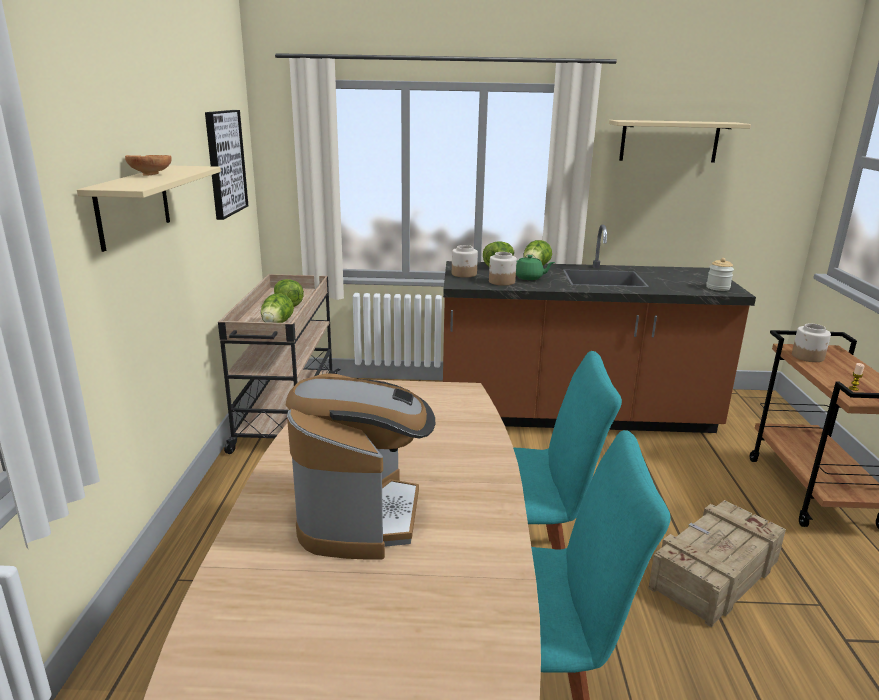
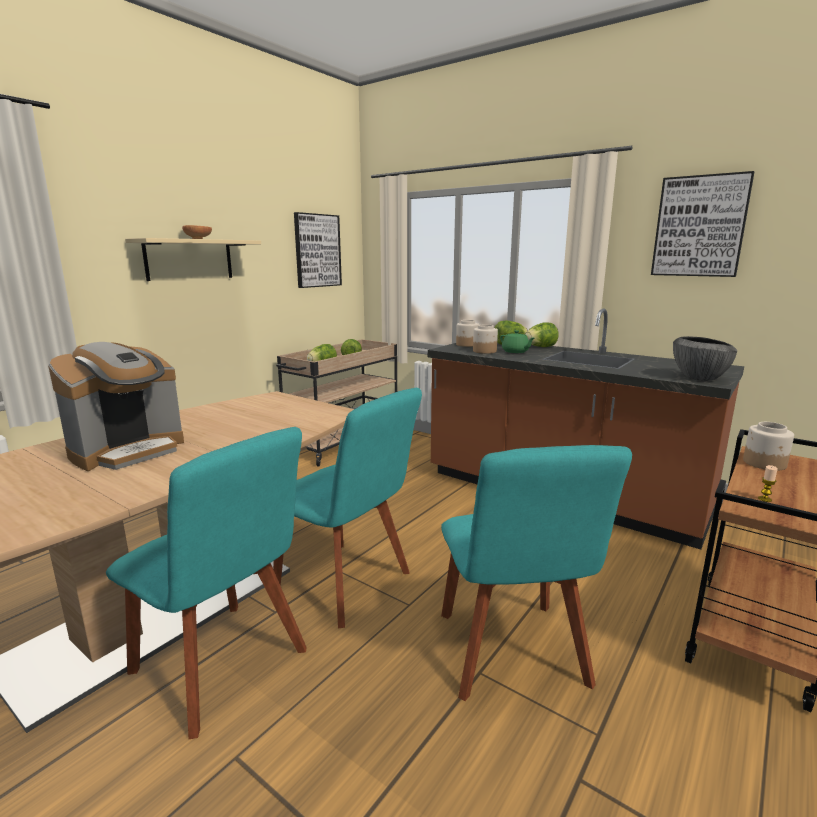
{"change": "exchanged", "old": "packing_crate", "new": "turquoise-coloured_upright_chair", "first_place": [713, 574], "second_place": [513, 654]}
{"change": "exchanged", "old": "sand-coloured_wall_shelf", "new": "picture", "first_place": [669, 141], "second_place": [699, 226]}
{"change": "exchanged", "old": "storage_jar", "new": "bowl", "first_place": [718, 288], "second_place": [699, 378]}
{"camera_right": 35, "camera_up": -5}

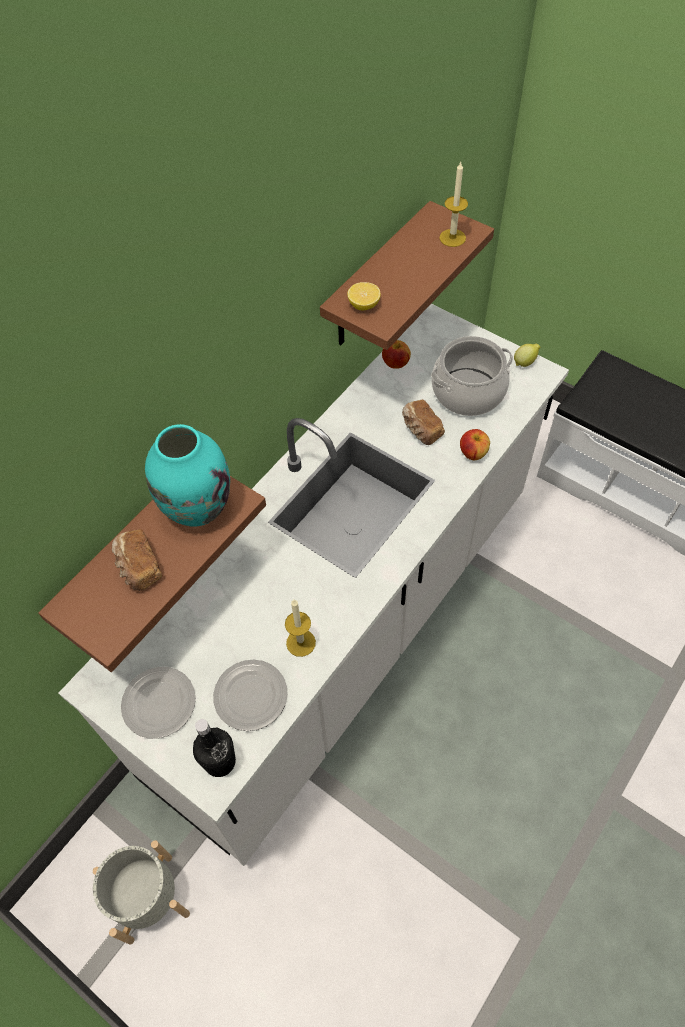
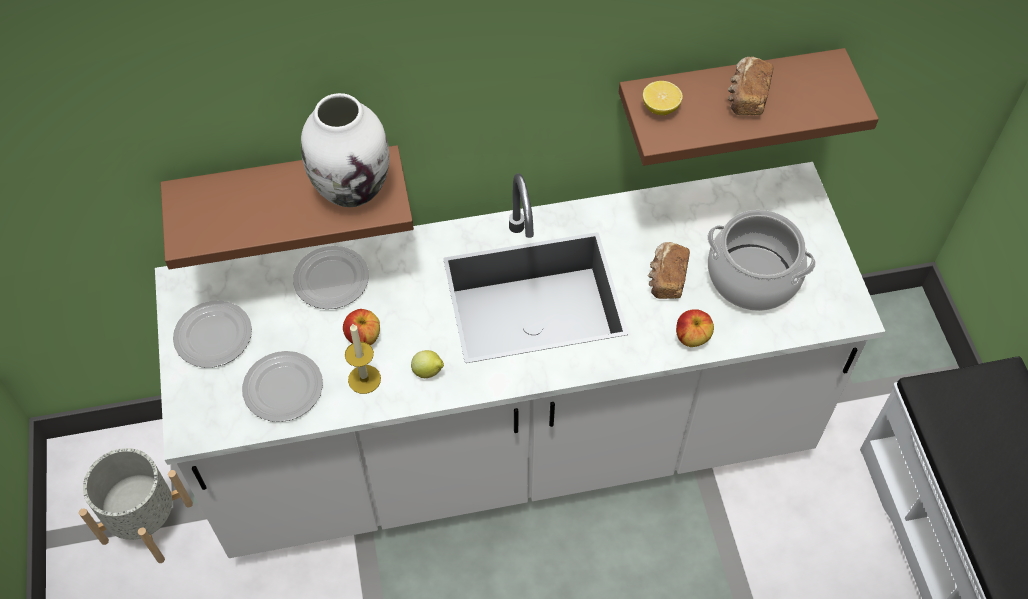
{"change": "appeared", "new": "dinner_plate", "second_place": [331, 279]}
{"change": "colour", "old": "turquoise-coloured_decorative_vase", "new": "white-coloured_decorative_vase", "first_place": [197, 507], "second_place": [352, 188]}
{"change": "relocated", "old": "whole_apple", "first_place": [395, 363], "second_place": [363, 337]}
{"change": "relocated", "old": "whole_lemon", "first_place": [525, 362], "second_place": [429, 372]}
{"change": "relocated", "old": "bread", "first_place": [138, 567], "second_place": [746, 97]}
{"change": "missing", "old": "black_drink_bottle", "first_place": [220, 761]}
{"change": "missing", "old": "wax_candle", "first_place": [452, 238]}
{"camera_right": 40, "camera_up": 0}

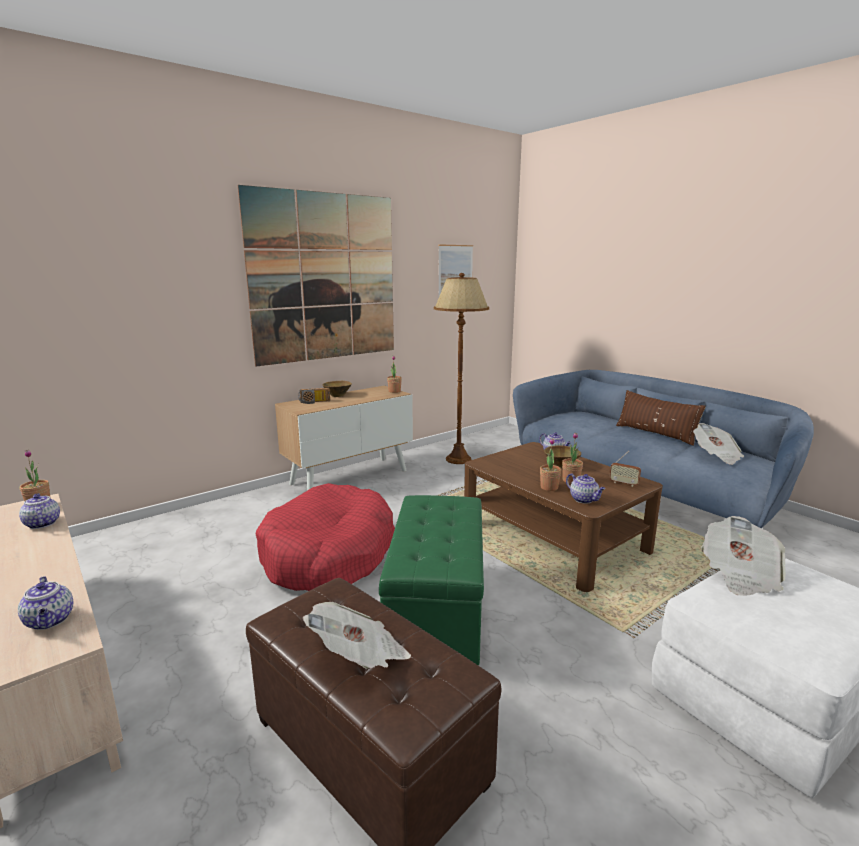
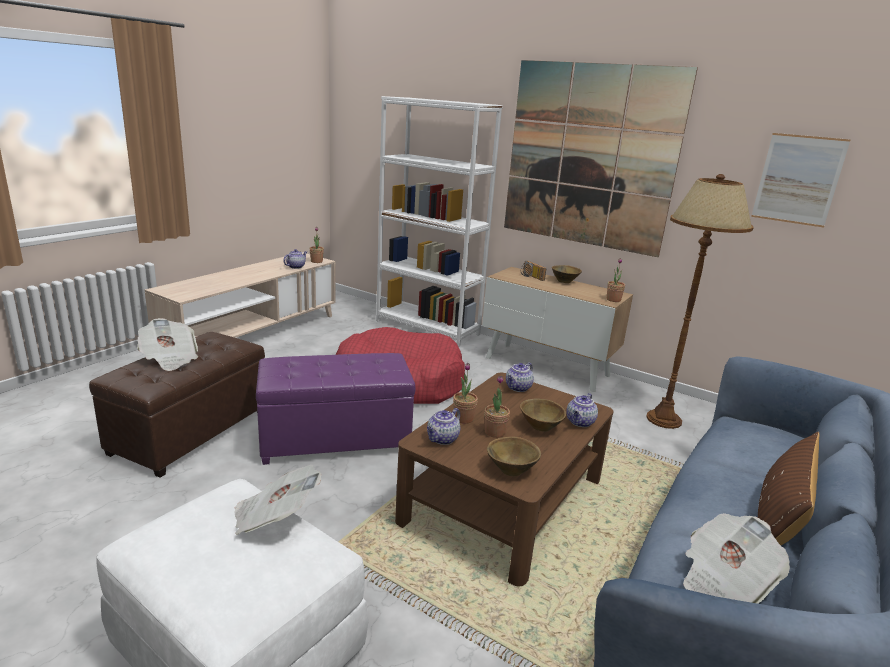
{"change": "colour", "old": "green_pouffe", "new": "purple-coloured_pouffe", "first_place": [437, 612], "second_place": [335, 440]}
{"change": "appeared", "new": "white-coloured_shelving_unit", "second_place": [427, 327]}
{"change": "exchanged", "old": "radio_receiver", "new": "brownish_bowl", "first_place": [623, 483], "second_place": [512, 469]}
{"change": "relocated", "old": "teapot", "first_place": [50, 621], "second_place": [518, 388]}
{"camera_right": 70, "camera_up": 5}

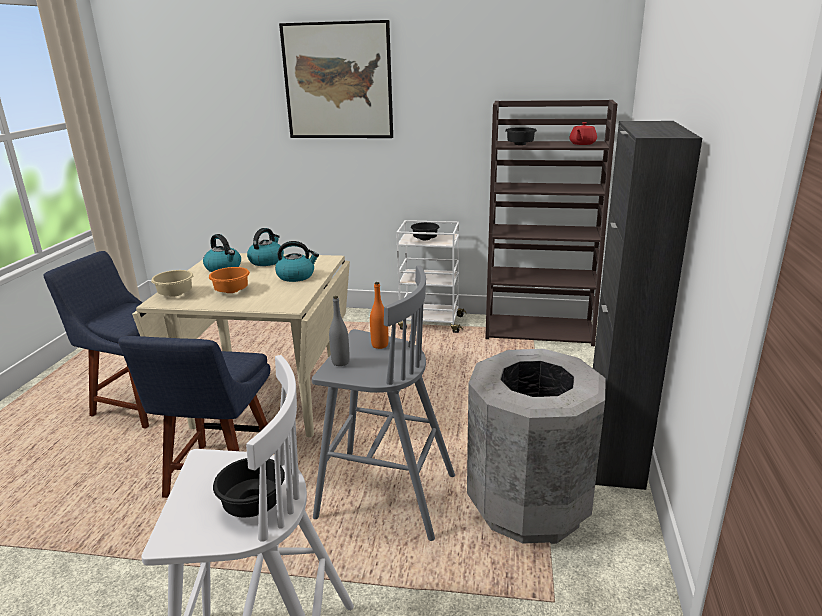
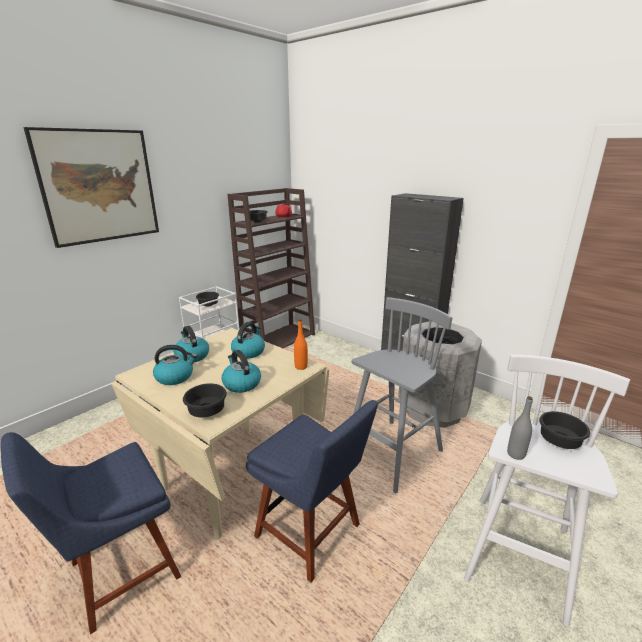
{"change": "colour", "old": "sand-coloured_bowl", "new": "black_bowl", "first_place": [174, 294], "second_place": [206, 412]}
{"change": "exchanged", "old": "orangey_bowl", "new": "kettle", "first_place": [230, 291], "second_place": [241, 384]}
{"change": "relocated", "old": "orangey_drink_bottle", "first_place": [380, 345], "second_place": [301, 367]}
{"change": "relocated", "old": "gray_drink_bottle", "first_place": [340, 362], "second_place": [515, 454]}
{"camera_right": -60, "camera_up": 0}

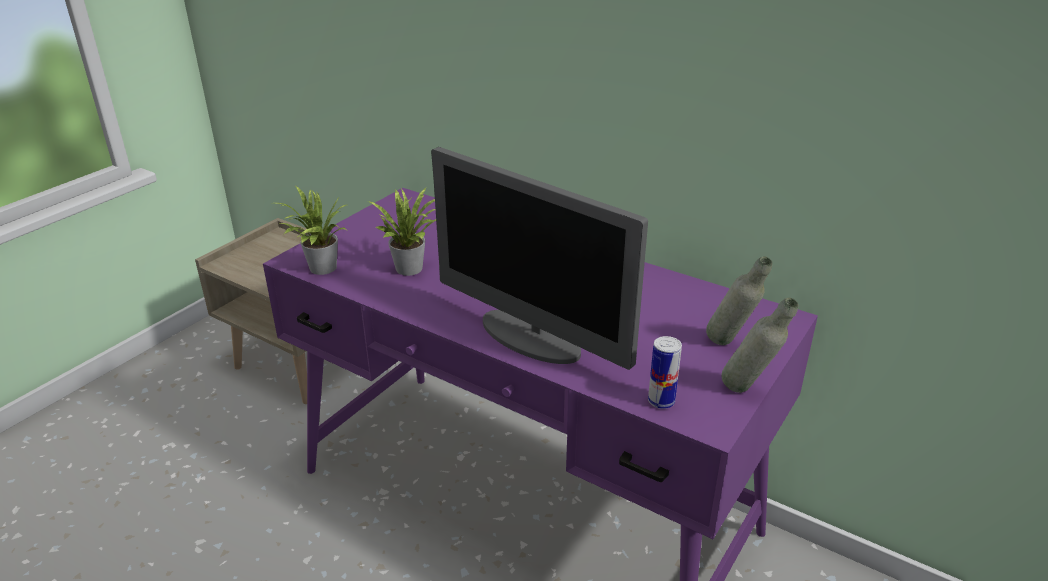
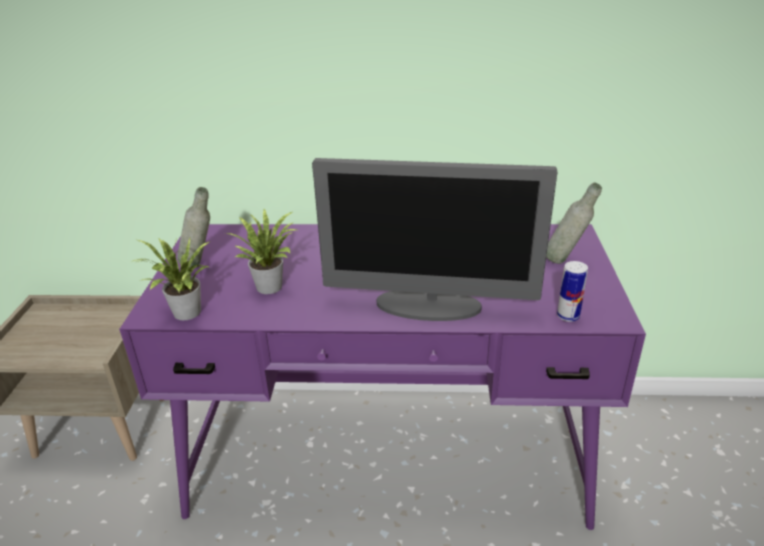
{"change": "relocated", "old": "gray_drink_bottle", "first_place": [749, 392], "second_place": [200, 265]}
{"camera_right": -30, "camera_up": 0}

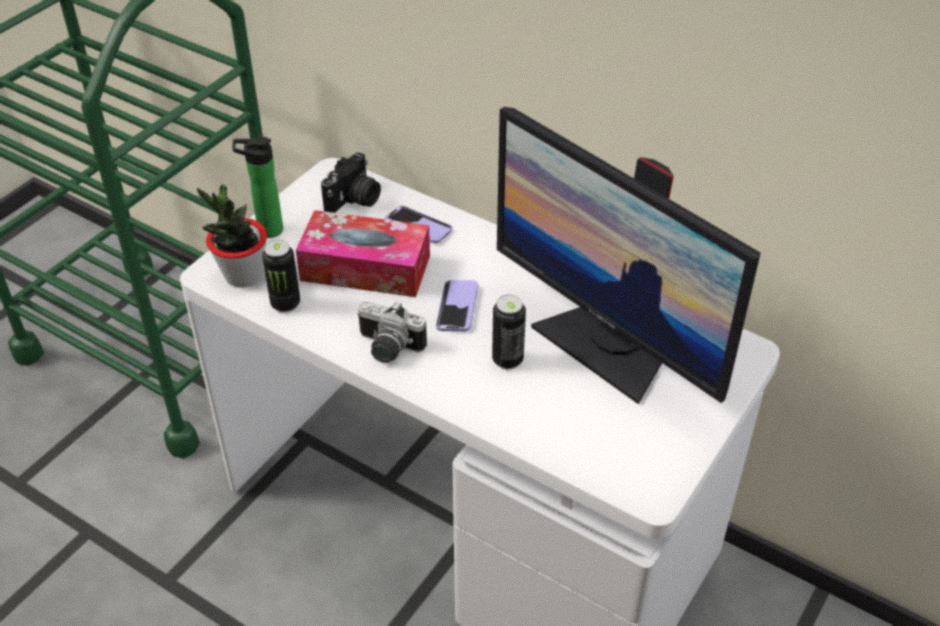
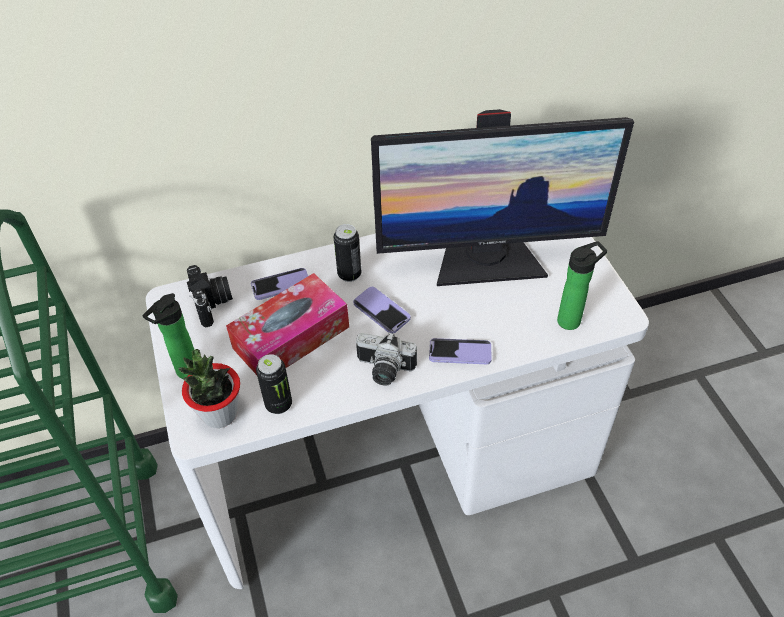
{"change": "relocated", "old": "can", "first_place": [507, 360], "second_place": [349, 274]}
{"change": "spun", "old": "still_camera", "first_place": [387, 349], "second_place": [383, 371], "degrees": 45}
{"change": "appeared", "new": "phone", "second_place": [460, 352]}
{"change": "appeared", "new": "drink_bottle", "second_place": [572, 320]}
{"camera_right": -50, "camera_up": 5}

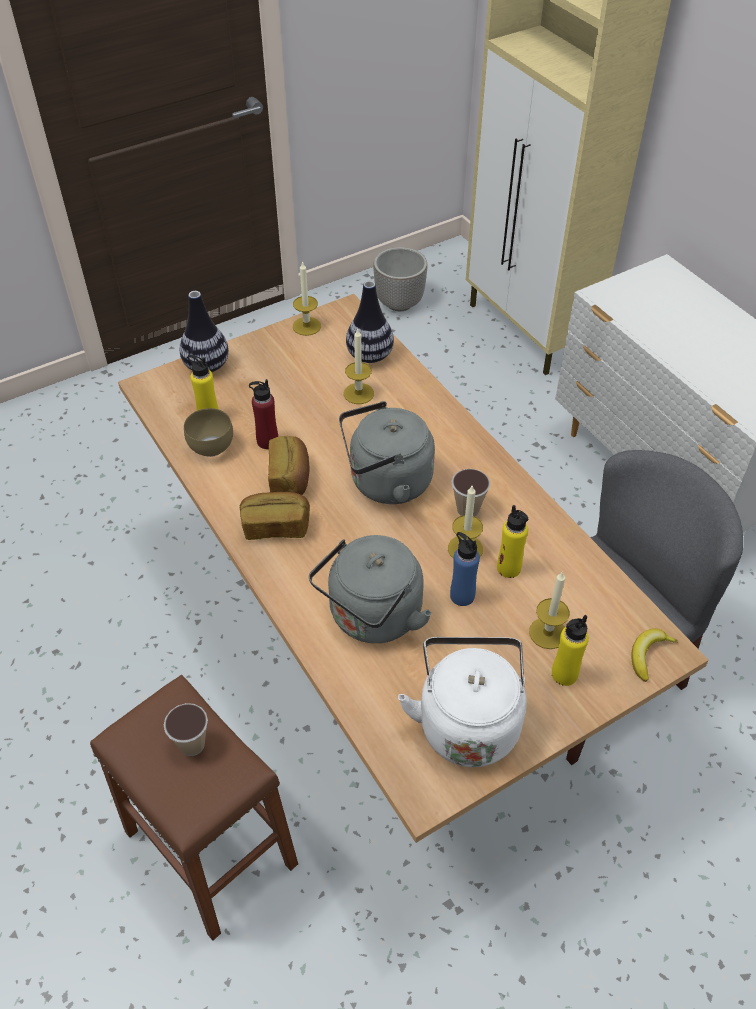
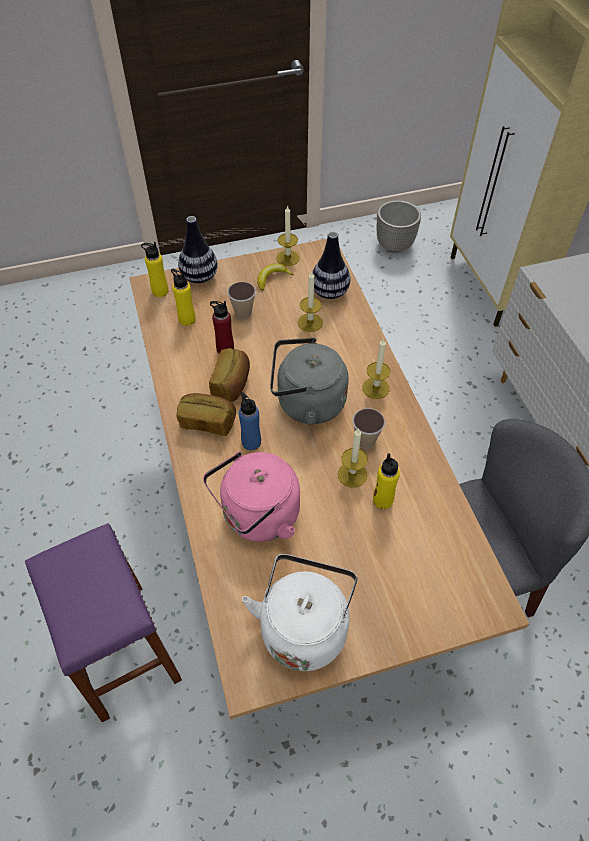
{"change": "colour", "old": "brownish_stool", "new": "purple-coloured_stool", "first_place": [210, 848], "second_place": [122, 649]}
{"change": "relocated", "old": "yellowish_drink_bottle", "first_place": [564, 674], "second_place": [160, 291]}
{"change": "colour", "old": "gray_kettle", "new": "pink_kettle", "first_place": [372, 618], "second_place": [257, 517]}
{"change": "relocated", "old": "drinking_cup", "first_place": [192, 744], "second_place": [243, 313]}
{"change": "relocated", "old": "blue-coloured_drink_bottle", "first_place": [462, 596], "second_place": [251, 442]}
{"change": "relocated", "old": "whole_banana", "first_place": [648, 655], "second_place": [272, 279]}
{"change": "relocated", "old": "wax_candle", "first_place": [548, 633], "second_place": [375, 388]}
{"change": "missing", "old": "brownish_bowl", "first_place": [211, 448]}
{"camera_right": 15, "camera_up": 5}

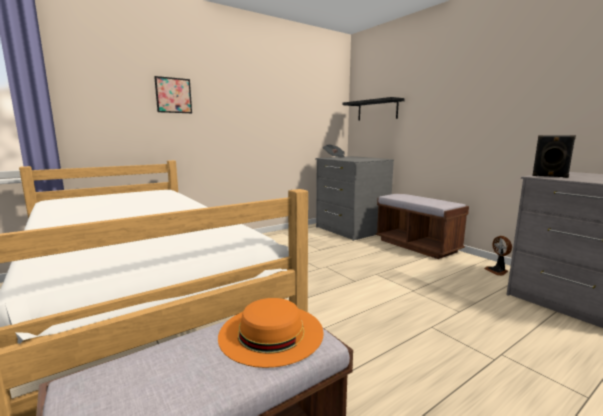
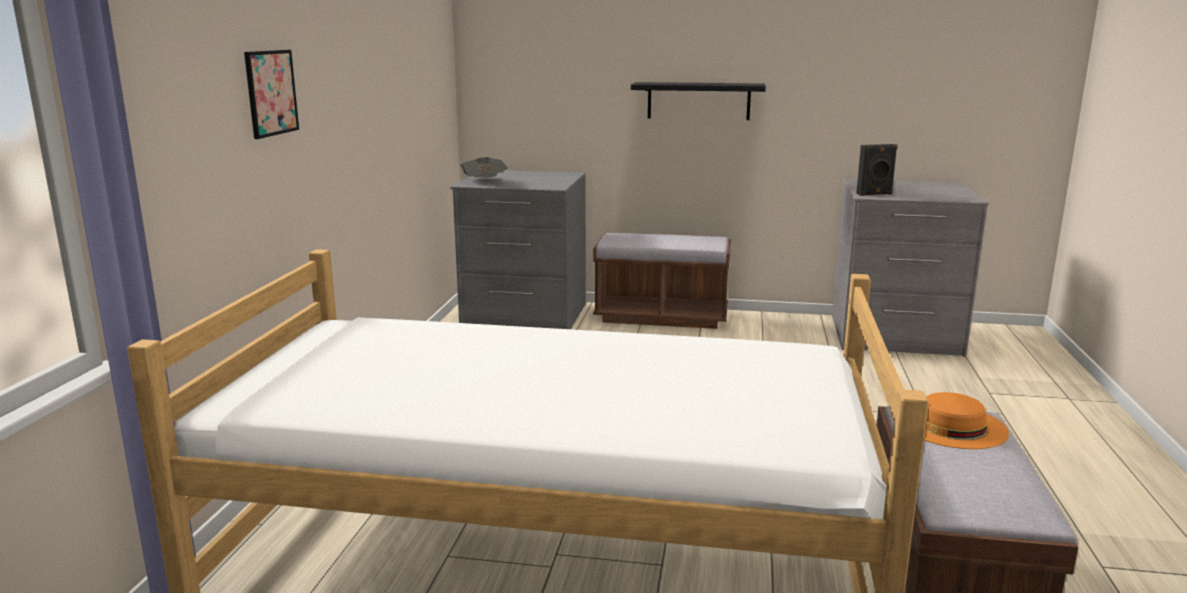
{"change": "relocated", "old": "black_wall_shelf", "first_place": [377, 110], "second_place": [698, 101]}
{"change": "missing", "old": "electric_fan", "first_place": [497, 271]}
{"camera_right": -45, "camera_up": 5}

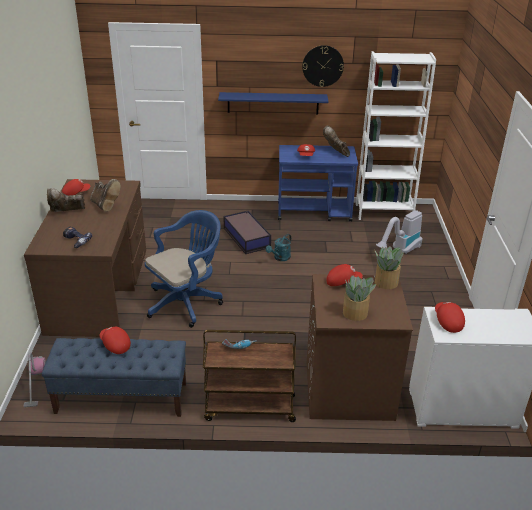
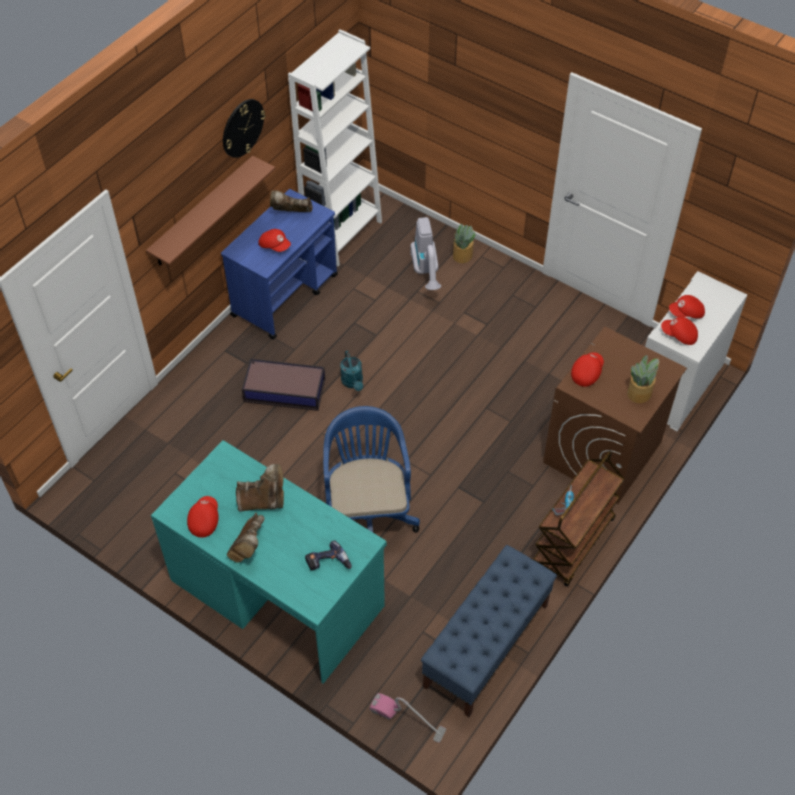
{"change": "colour", "old": "blue-coloured_wall_shelf", "new": "brownish_wall_shelf", "first_place": [273, 103], "second_place": [202, 212]}
{"change": "colour", "old": "brownish_desk_table", "new": "turquoise-coloured_desk_table", "first_place": [99, 291], "second_place": [277, 591]}
{"change": "relocated", "old": "houseplant", "first_place": [385, 283], "second_place": [462, 256]}
{"change": "relocated", "old": "reddish_peaked_cap", "first_place": [115, 345], "second_place": [686, 313]}
{"camera_right": -55, "camera_up": 20}

